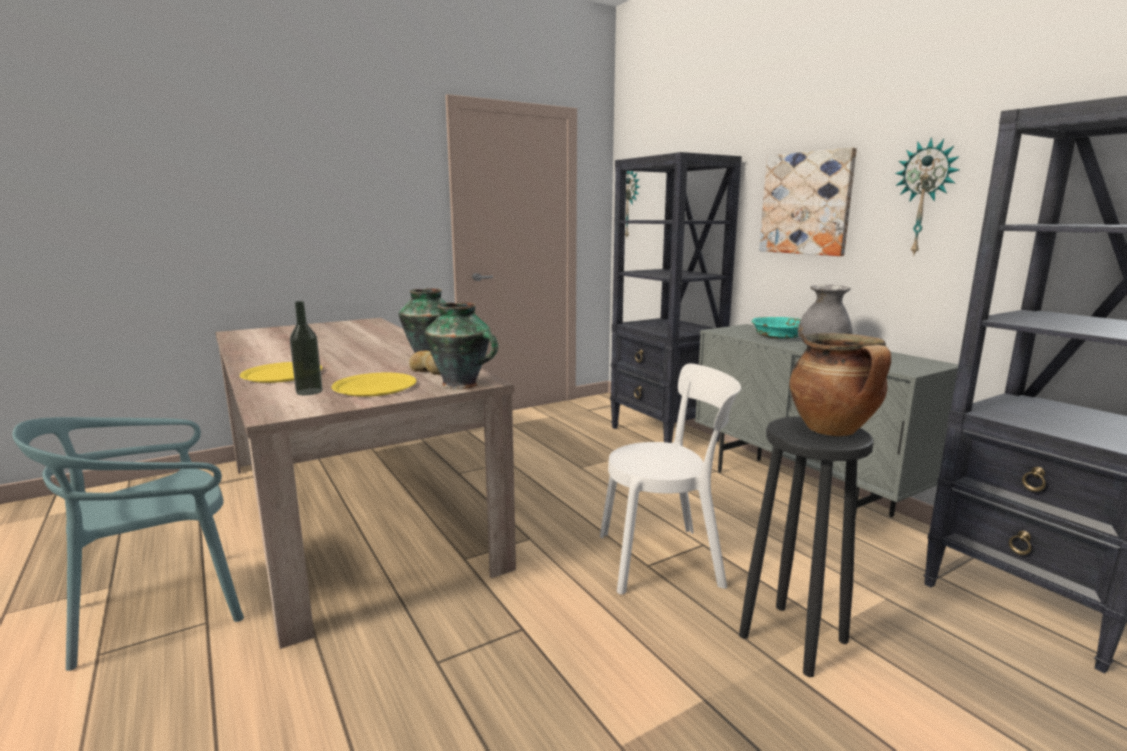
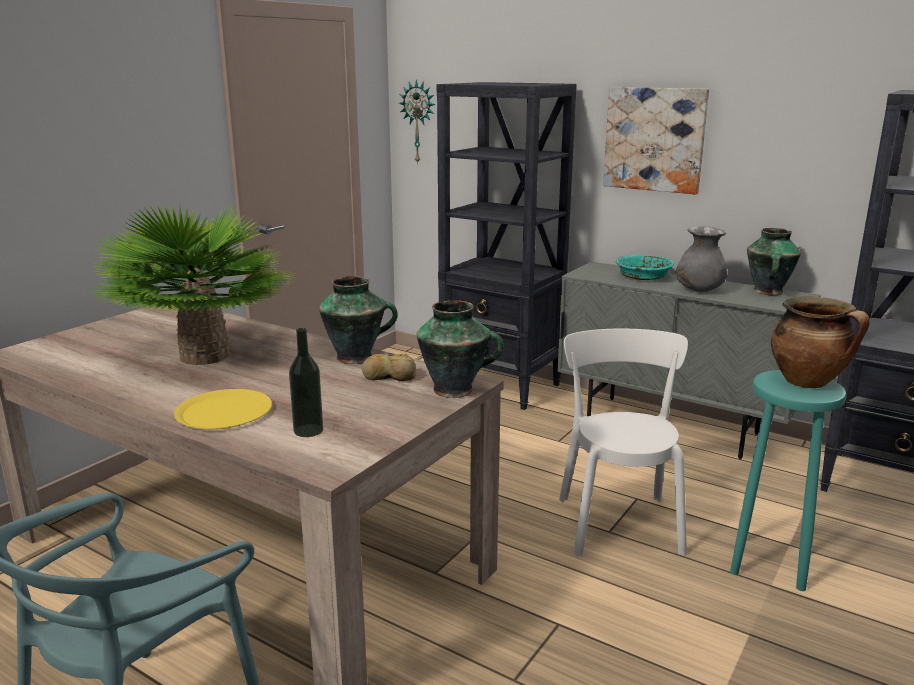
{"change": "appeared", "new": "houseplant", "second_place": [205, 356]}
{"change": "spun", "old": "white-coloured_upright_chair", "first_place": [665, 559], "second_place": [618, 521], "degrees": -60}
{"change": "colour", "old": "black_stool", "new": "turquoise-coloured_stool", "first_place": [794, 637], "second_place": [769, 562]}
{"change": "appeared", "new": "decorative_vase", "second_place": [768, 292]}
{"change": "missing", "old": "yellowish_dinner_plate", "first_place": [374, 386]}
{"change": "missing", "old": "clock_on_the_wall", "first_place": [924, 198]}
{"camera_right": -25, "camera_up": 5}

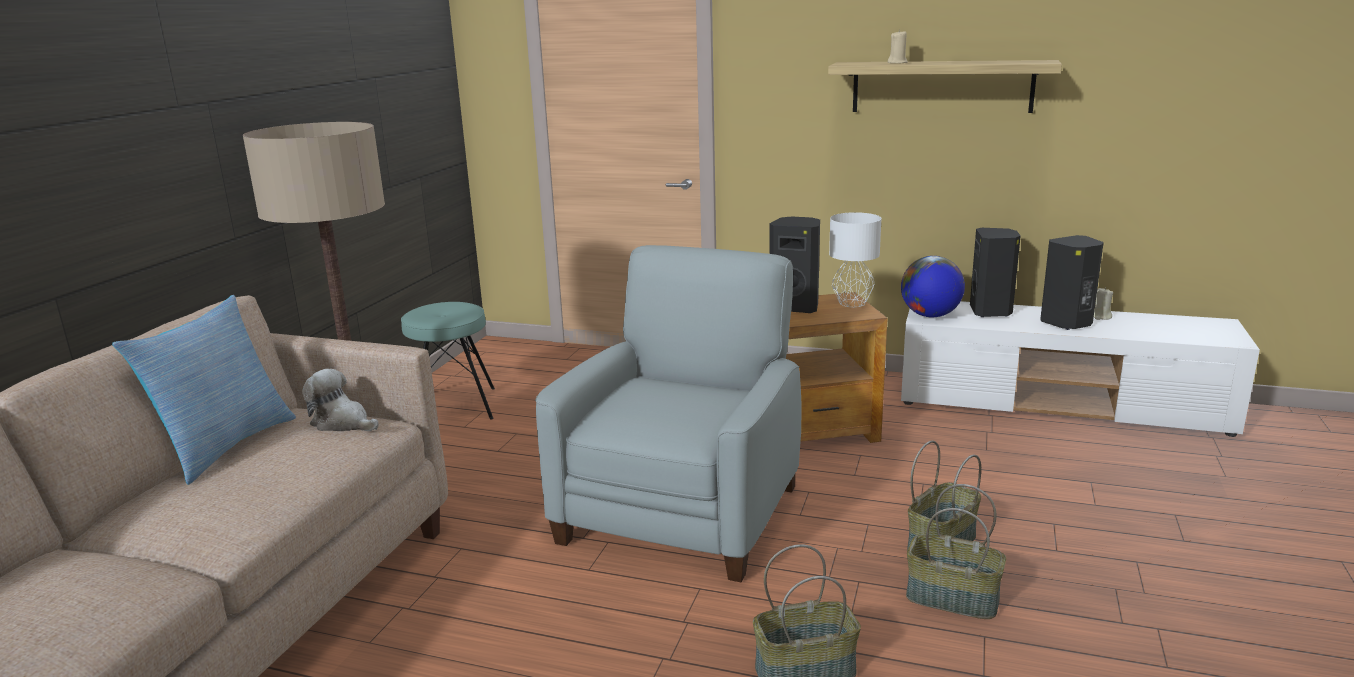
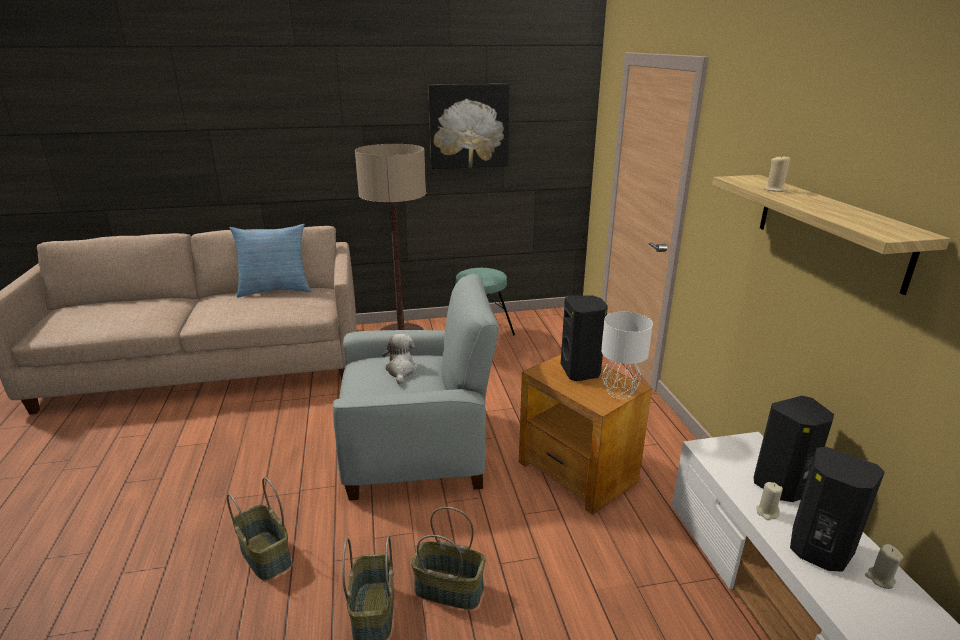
{"change": "relocated", "old": "soft_toy", "first_place": [343, 424], "second_place": [401, 370]}
{"change": "appeared", "new": "picture", "second_place": [469, 126]}
{"change": "appeared", "new": "sand-coloured_wax_candle", "second_place": [767, 512]}
{"change": "missing", "old": "desk_globe", "first_place": [930, 315]}
{"camera_right": 60, "camera_up": 5}

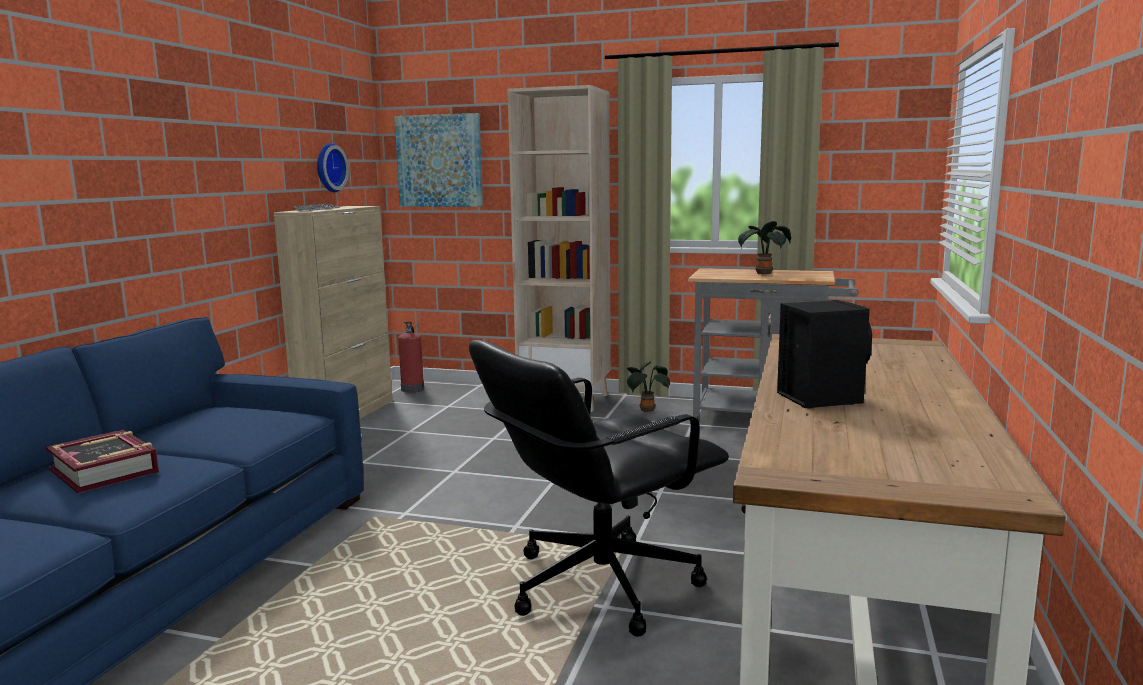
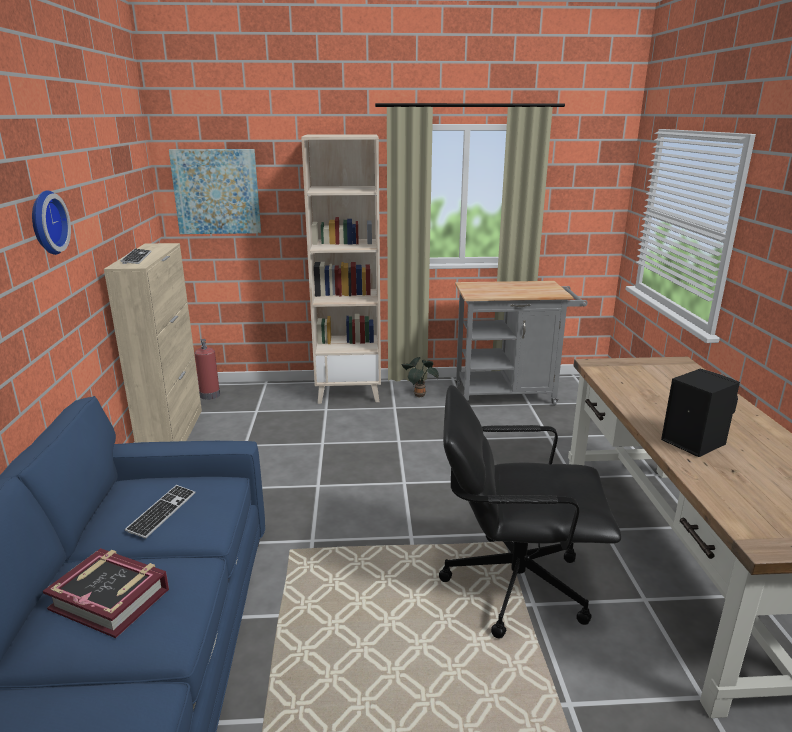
{"change": "relocated", "old": "clock_on_the_wall", "first_place": [328, 167], "second_place": [45, 222]}
{"change": "appeared", "new": "PC_keyboard", "second_place": [162, 512]}
{"change": "spun", "old": "black_office_chair", "first_place": [599, 584], "second_place": [514, 583], "degrees": 60}
{"change": "missing", "old": "houseplant", "first_place": [763, 273]}
{"camera_right": -20, "camera_up": 10}

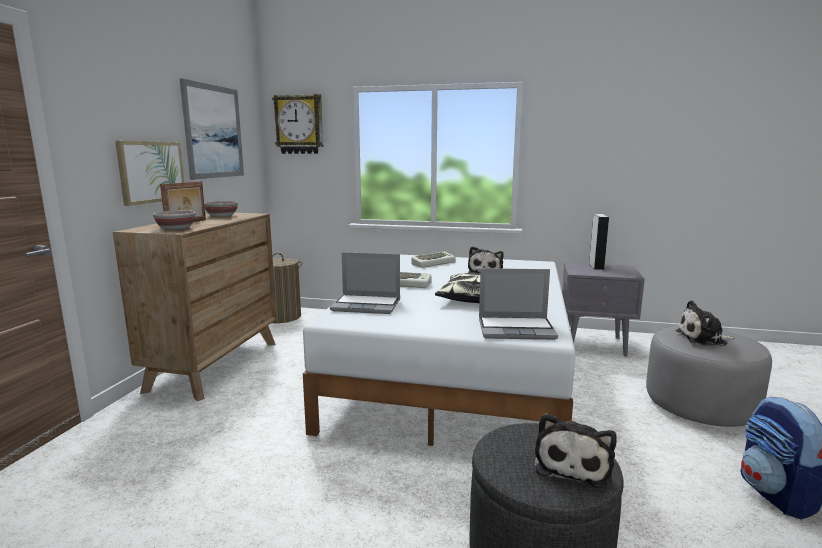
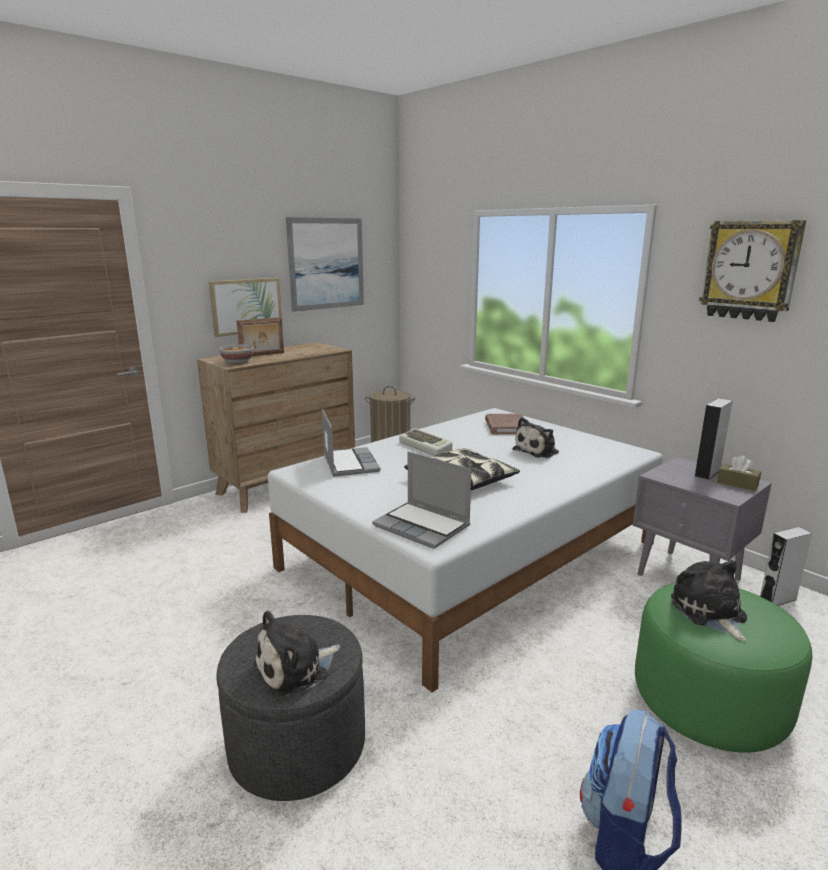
{"change": "spun", "old": "notebook_computer", "first_place": [367, 305], "second_place": [349, 463], "degrees": -150}
{"change": "exchanged", "old": "PC_keyboard", "new": "brownish_book", "first_place": [433, 263], "second_place": [506, 427]}
{"change": "colour", "old": "gray_pouffe", "new": "green_pouffe", "first_place": [700, 406], "second_place": [708, 703]}
{"change": "spun", "old": "soft_toy", "first_place": [704, 339], "second_place": [709, 612], "degrees": 45}
{"change": "relocated", "old": "clock_on_the_wall", "first_place": [299, 124], "second_place": [750, 270]}
{"change": "appeared", "new": "brownish_tissue_box", "second_place": [737, 483]}
{"change": "appeared", "new": "gray_speaker", "second_place": [777, 599]}
{"change": "missing", "old": "bowl", "first_place": [221, 216]}
{"camera_right": 35, "camera_up": 5}

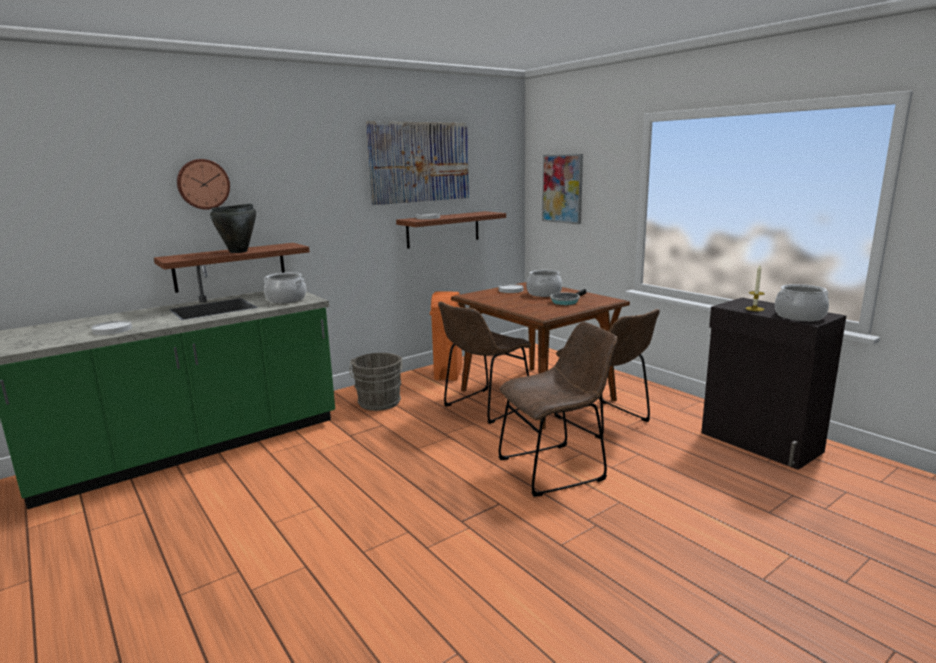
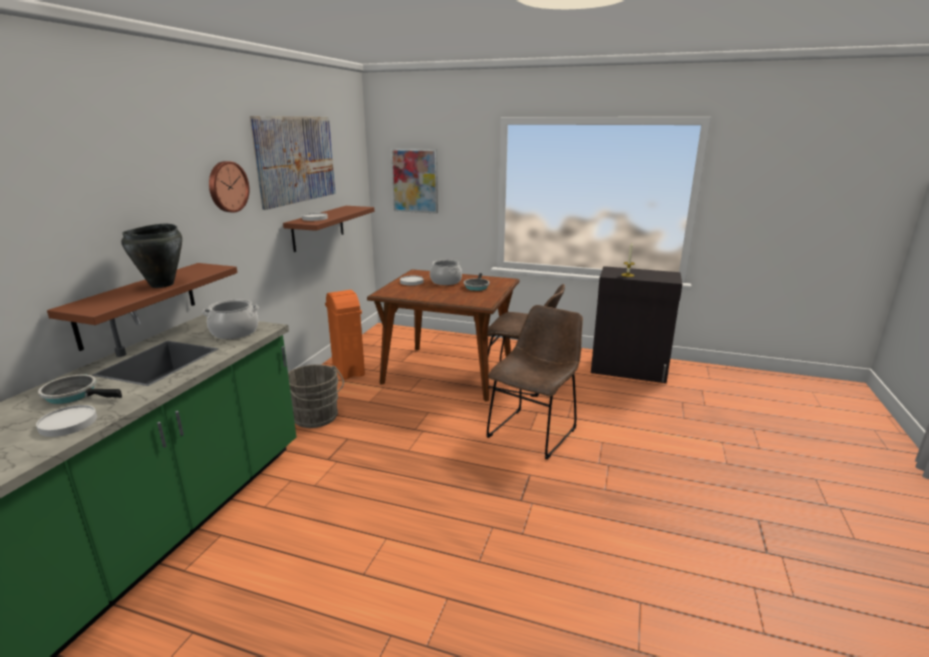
{"change": "appeared", "new": "frying_pan", "second_place": [75, 394]}
{"change": "relocated", "old": "clock_on_the_wall", "first_place": [203, 184], "second_place": [227, 187]}
{"change": "missing", "old": "brownish_upright_chair", "first_place": [484, 407]}
{"change": "missing", "old": "cooking_pot", "first_place": [799, 316]}
{"camera_right": -35, "camera_up": 5}

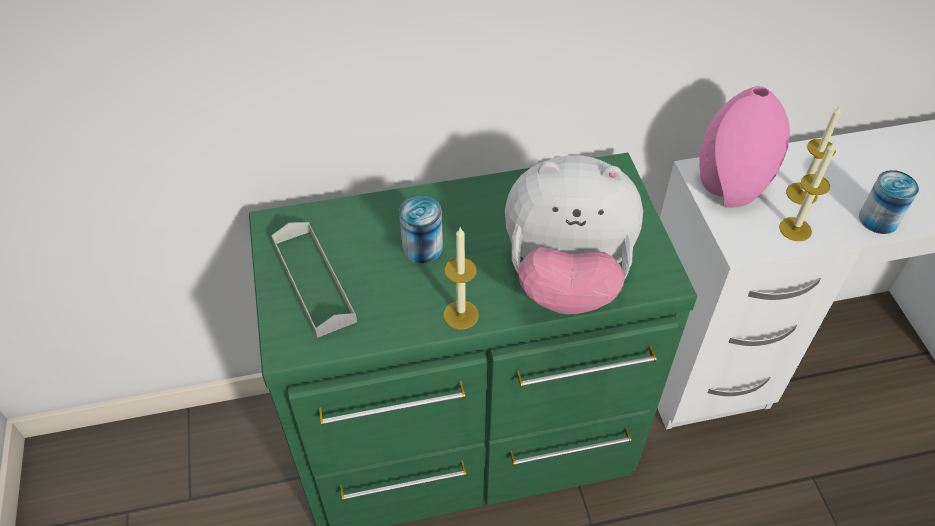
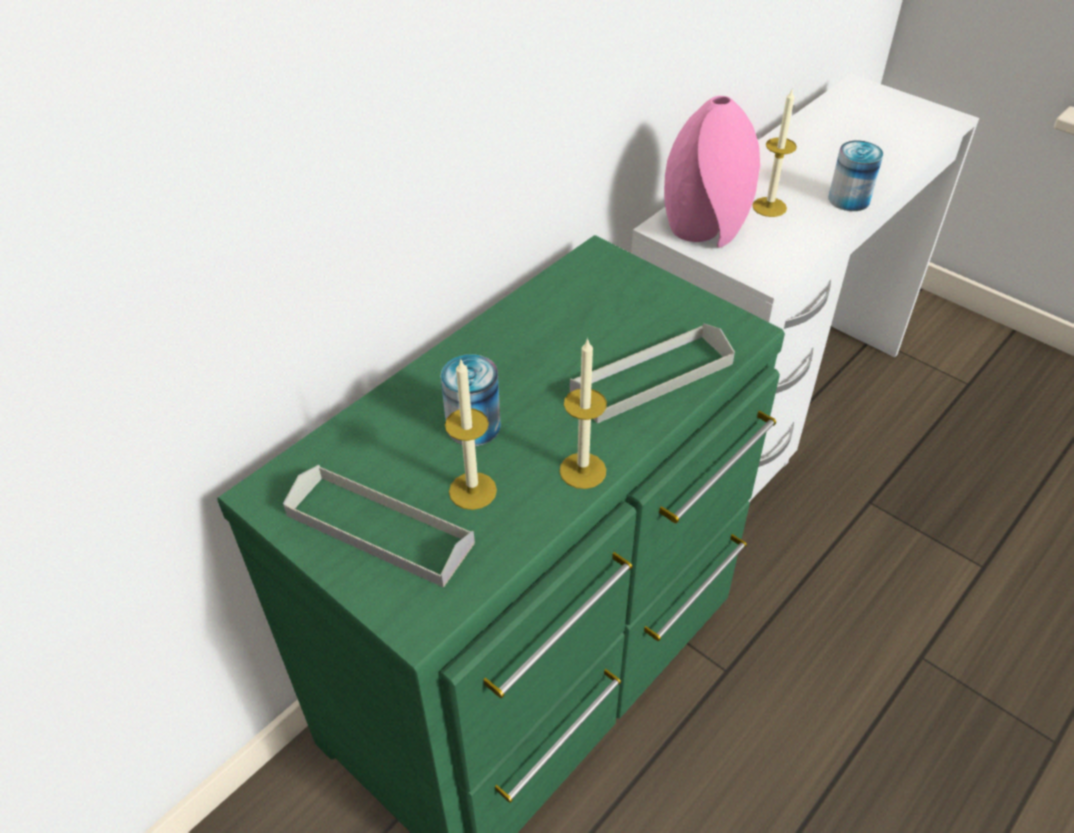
{"change": "relocated", "old": "wax_candle", "first_place": [795, 229], "second_place": [472, 491]}
{"change": "exchanged", "old": "soft_toy", "new": "gray_serving_tray", "first_place": [566, 278], "second_place": [652, 377]}
{"camera_right": -35, "camera_up": -5}

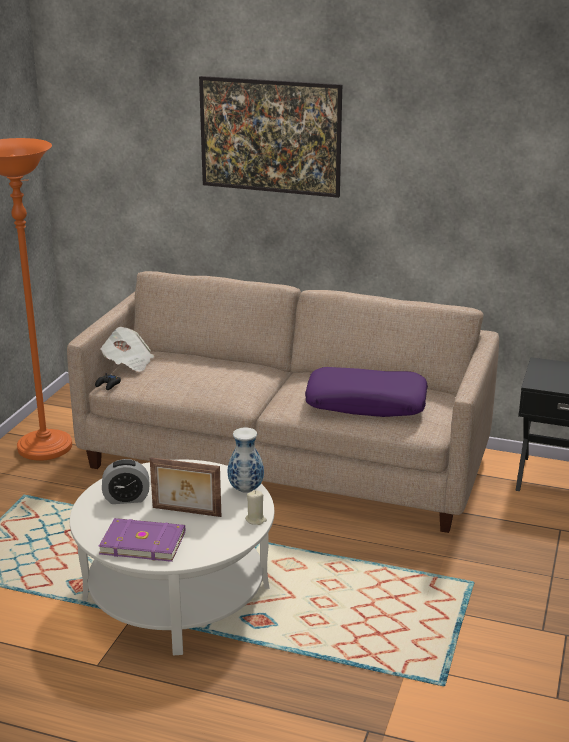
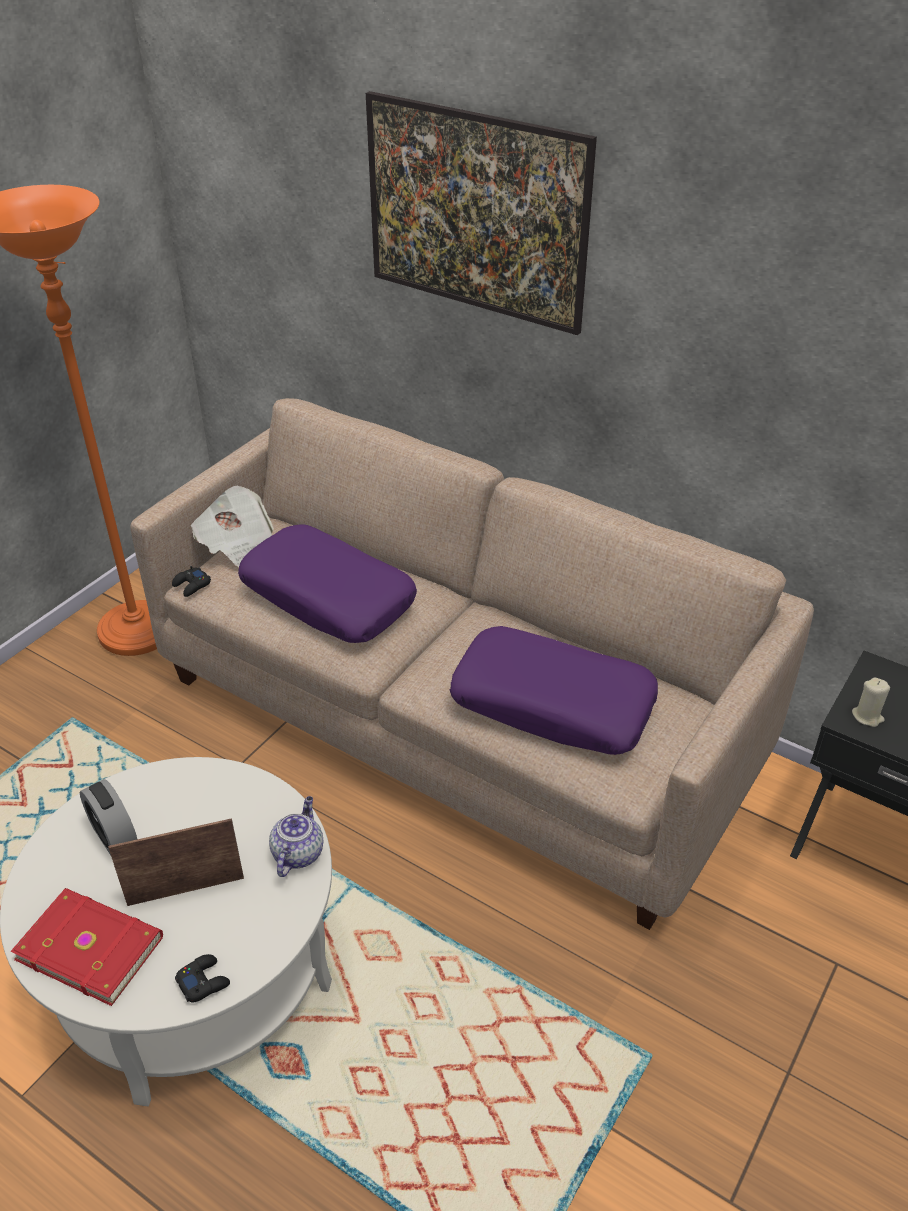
{"change": "colour", "old": "purple-coloured_book", "new": "reddish_book", "first_place": [142, 542], "second_place": [90, 946]}
{"change": "spun", "old": "table_clock", "first_place": [126, 499], "second_place": [114, 836], "degrees": 45}
{"change": "spun", "old": "picture_frame", "first_place": [186, 512], "second_place": [186, 889], "degrees": 135}
{"change": "appeared", "new": "black_joypad", "second_place": [203, 981]}
{"change": "appeared", "new": "purple-coloured_pillow", "second_place": [329, 597]}
{"change": "exchanged", "old": "decorative_vase", "new": "teapot", "first_place": [245, 489], "second_place": [298, 852]}
{"change": "relocated", "old": "sand-coloured_wax_candle", "first_place": [256, 520], "second_place": [867, 716]}
{"camera_right": 15, "camera_up": 15}

